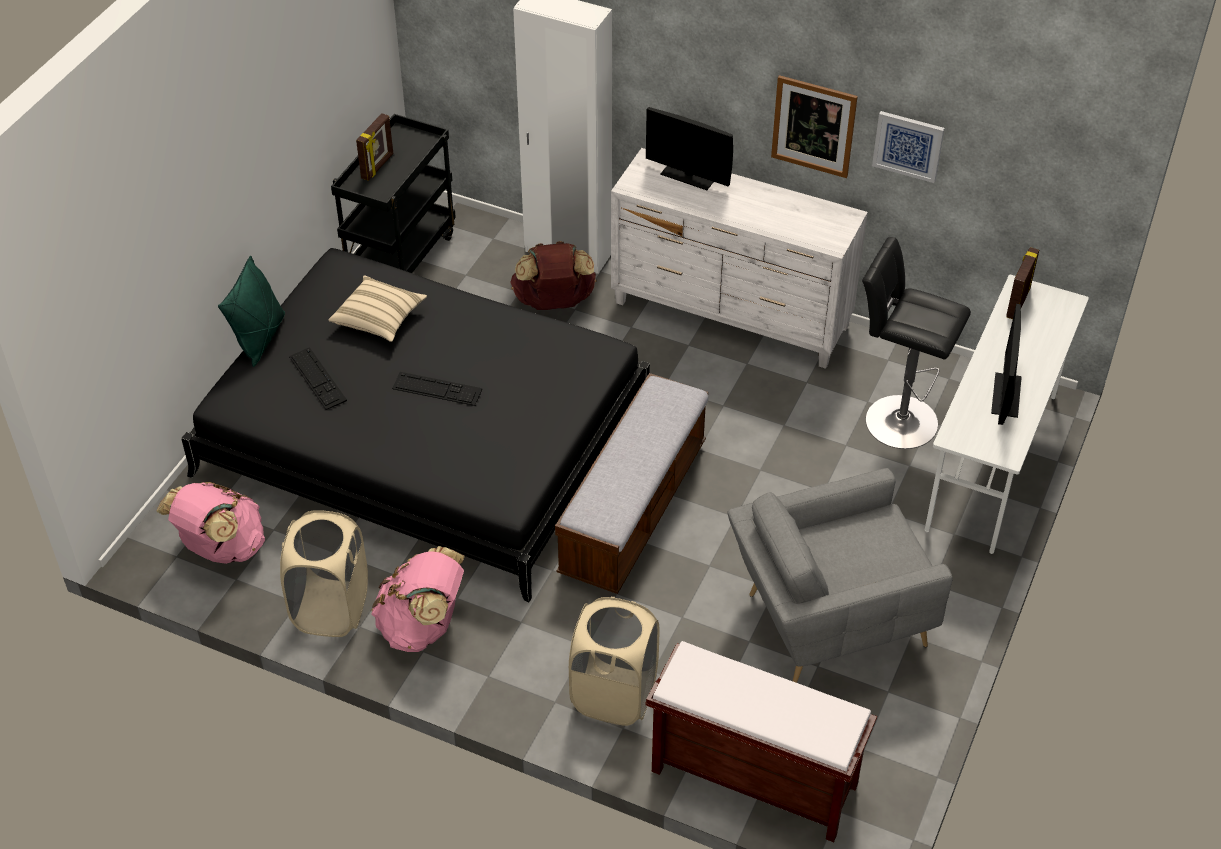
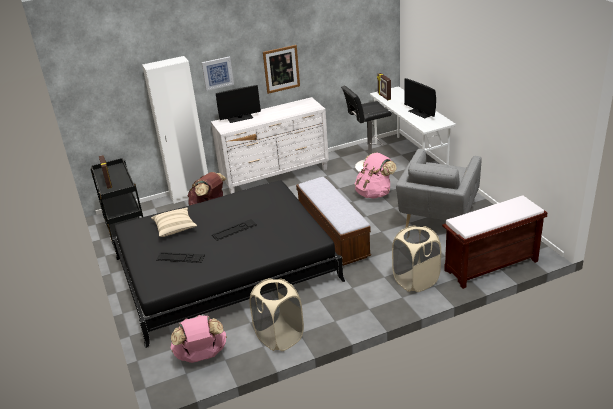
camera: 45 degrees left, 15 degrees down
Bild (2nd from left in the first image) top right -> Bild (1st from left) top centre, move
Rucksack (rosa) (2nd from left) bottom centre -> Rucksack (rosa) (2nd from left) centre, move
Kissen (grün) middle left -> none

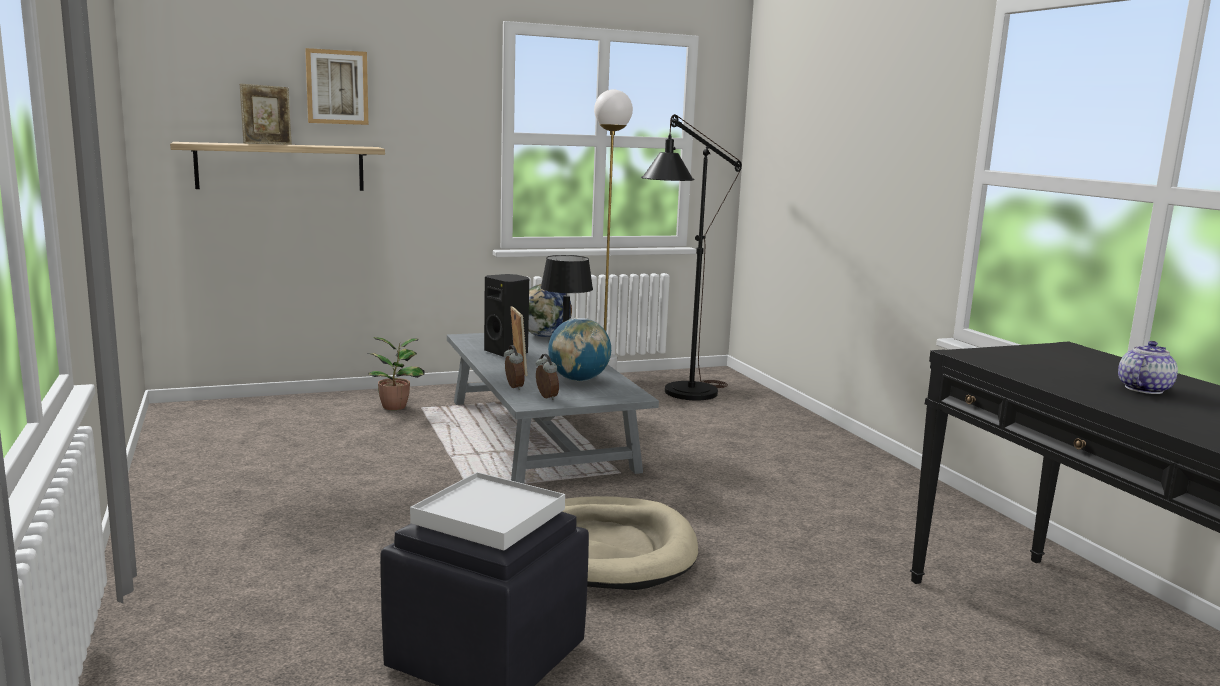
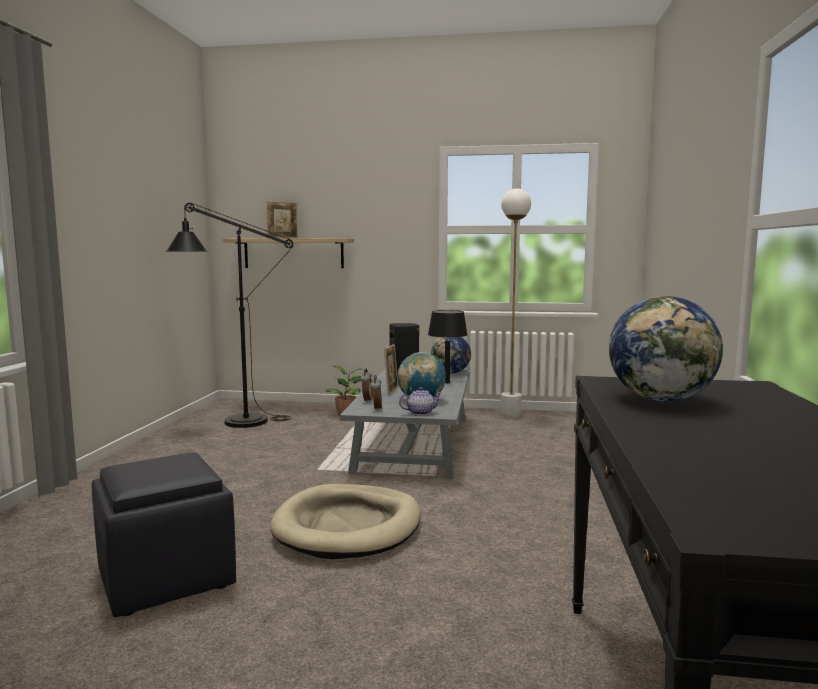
camera: 30 degrees right, 5 degrees down
Stehlampe (schwarz) centre -> Stehlampe (schwarz) middle left, move
Teekanne middle right -> Teekanne centre, move
none -> Globus (3rd from left) middle right
Bild top left -> none
Tablett (weiß) bottom centre -> none

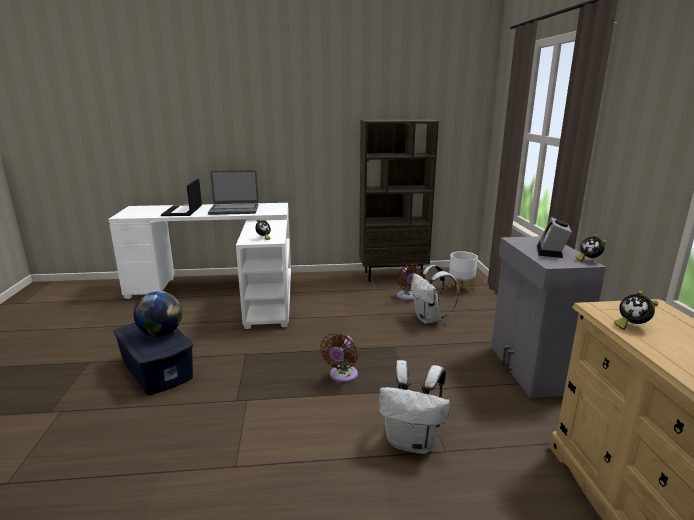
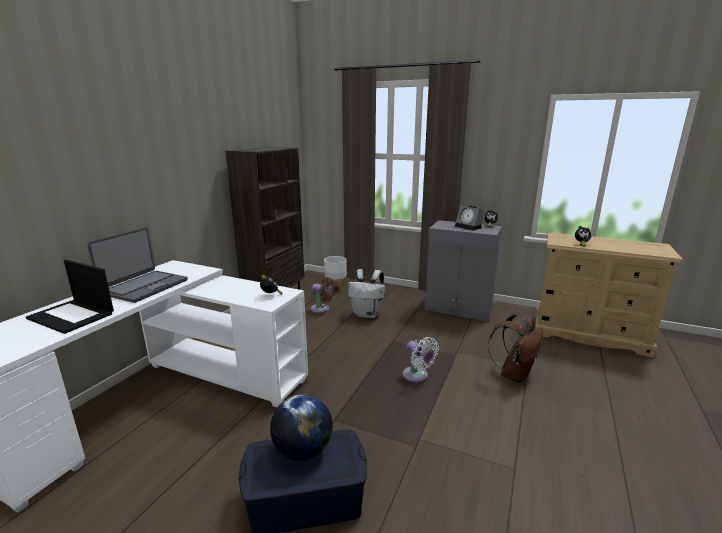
camera: 60 degrees left, 0 degrees up
Ventilator (braun) (1st from left) bottom centre -> Ventilator (weiß) bottom centre
Rucksack (weiß) (1st from left) bottom centre -> Rucksack (braun) middle right

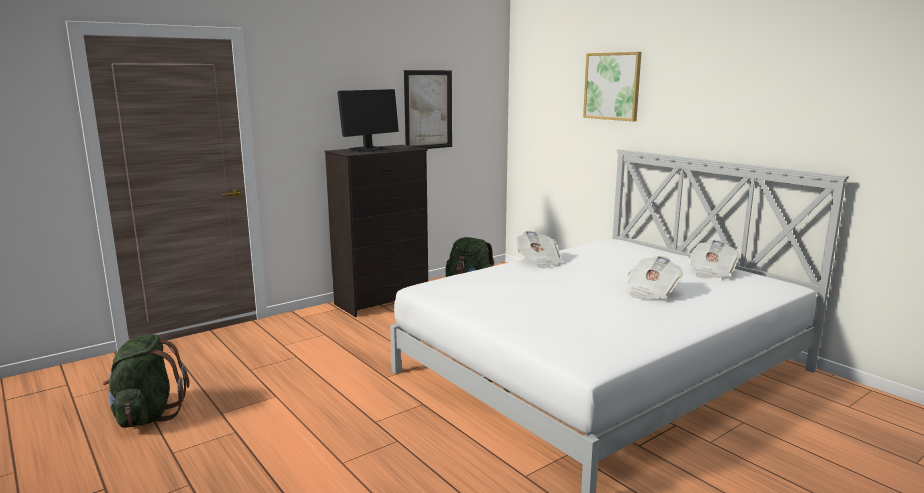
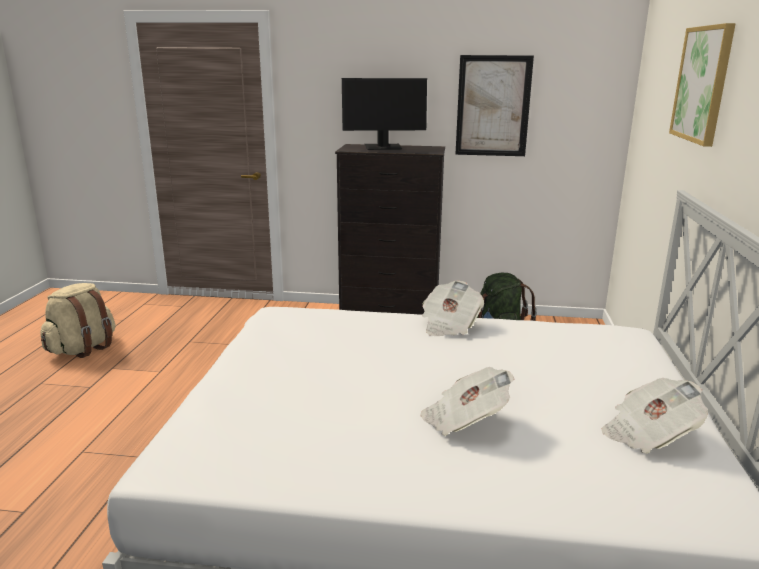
camera: 45 degrees right, 5 degrees up
Rucksack (grün) (1st from left) bottom left -> Rucksack (beige) middle left

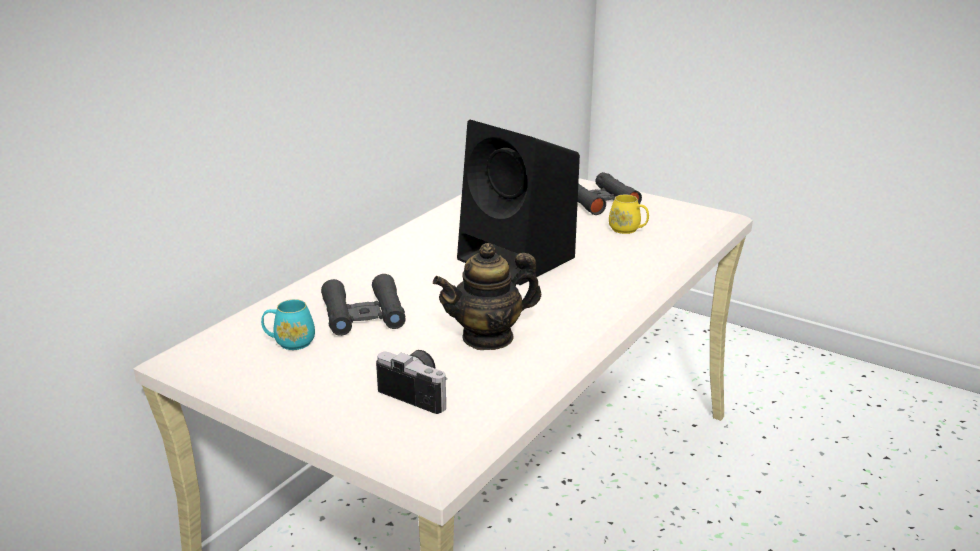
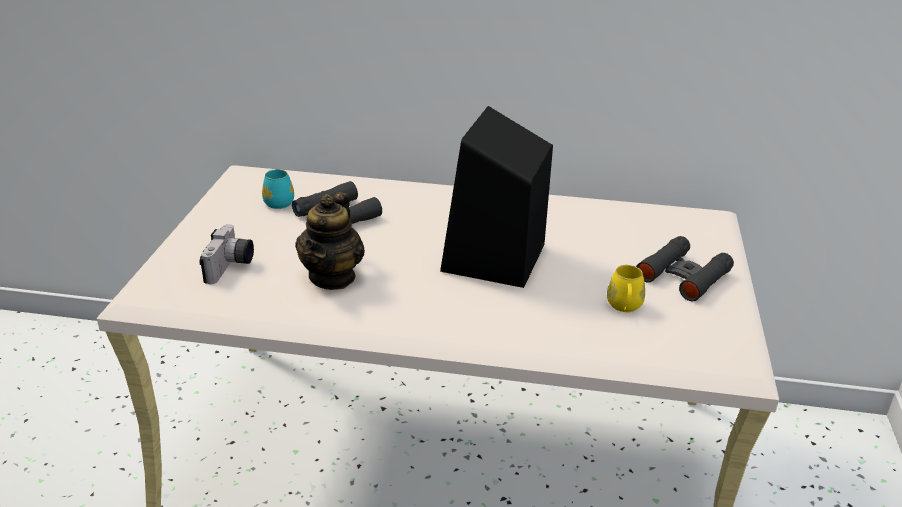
camera: 65 degrees right, 5 degrees up
Teekanne centre, 120 degrees counterclockwise

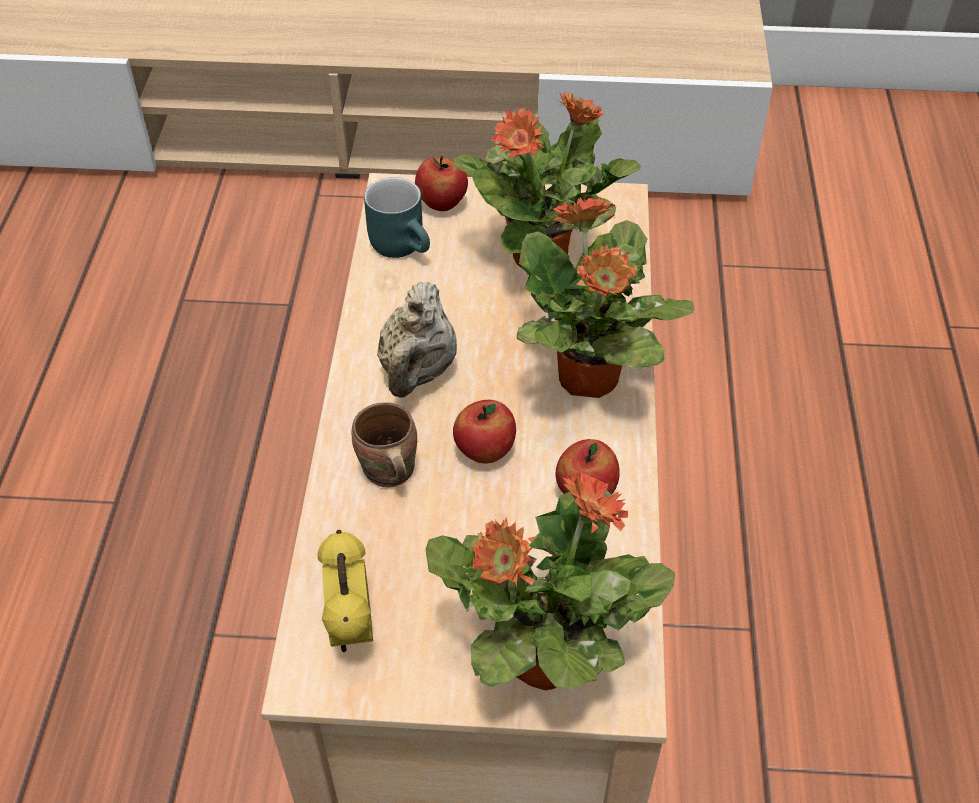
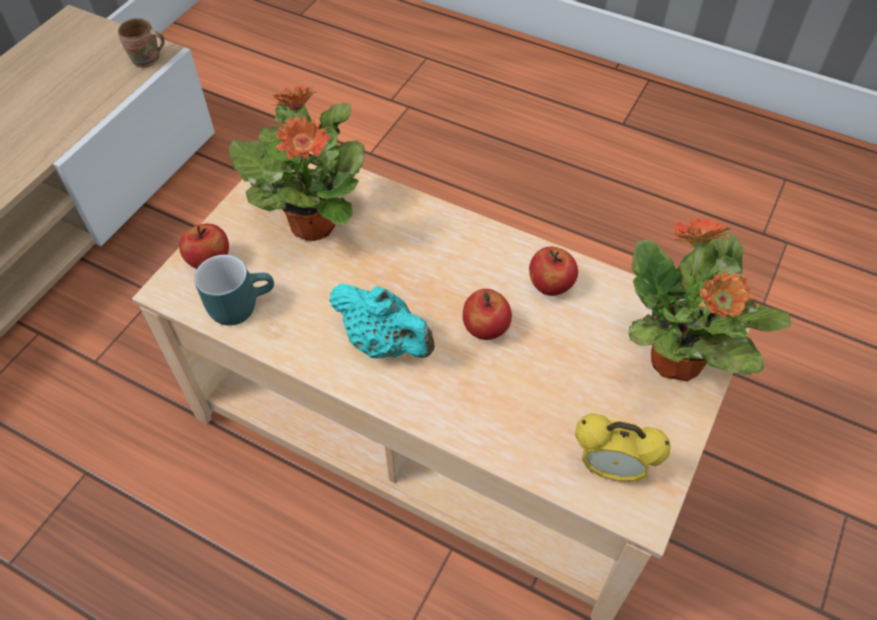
camera: 65 degrees left, 5 degrees up
Henkelbecher (braun) centre -> Henkelbecher (braun) top left, move
Teekanne (beige) centre -> Teekanne (türkis) centre
Topfpflanze (3rd from left) centre -> none

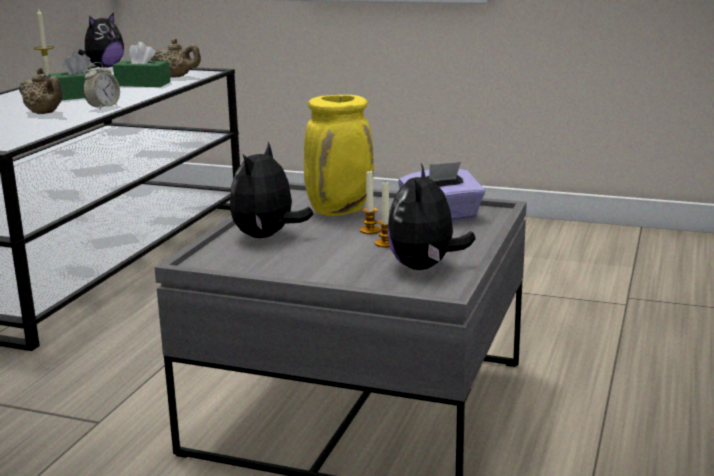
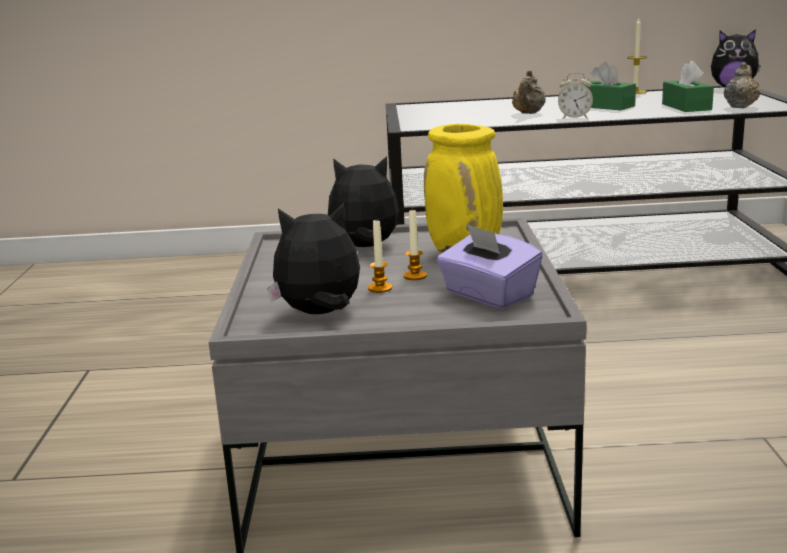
camera: 70 degrees right, 0 degrees up
Teekanne (beige) (2nd from left) top left -> Teekanne (beige) (2nd from left) top right, 150 degrees counterclockwise

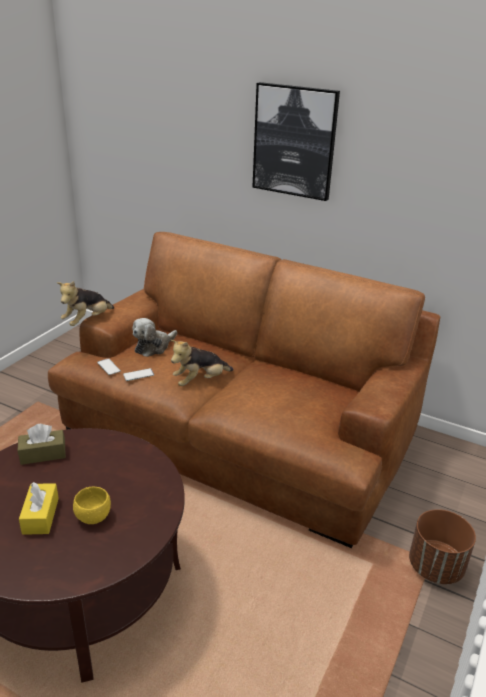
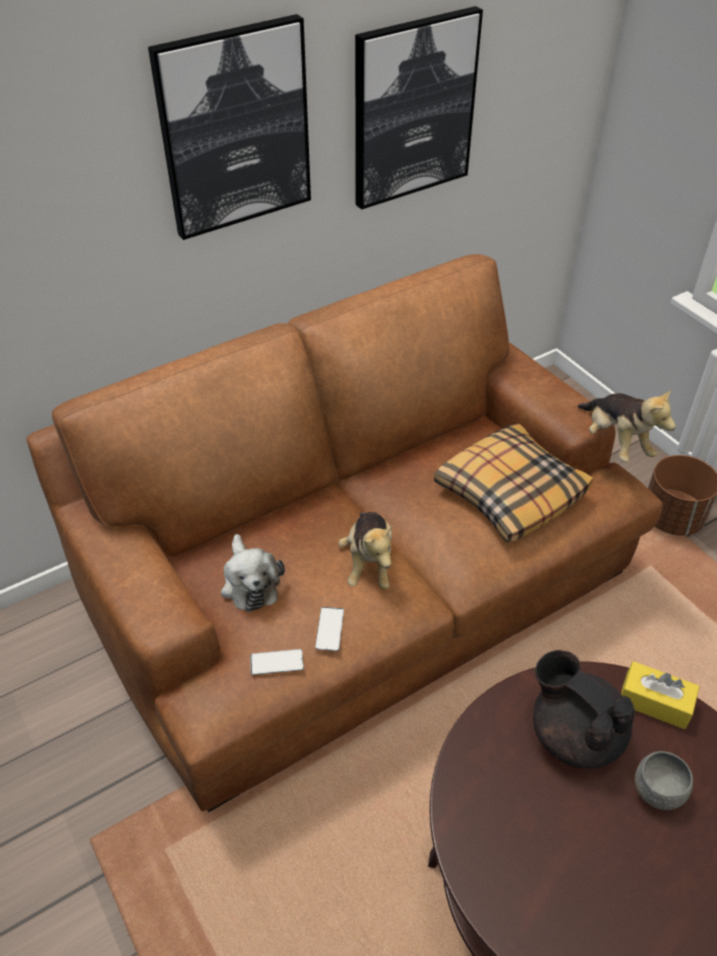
camera: 60 degrees left, 15 degrees up
none -> Bild (2nd from left) top centre
none -> Kissen middle right
none -> Teekanne (schwarz) bottom right
Plüschtier (1st from left in the first image) middle left -> Plüschtier (3rd from left) middle right, move
Taschentuchbox (gelb) bottom left -> Taschentuchbox (gelb) bottom right, move
Schüssel (gelb) bottom left -> Schüssel (grau) bottom right
Taschentuchbox (braun) middle left -> none

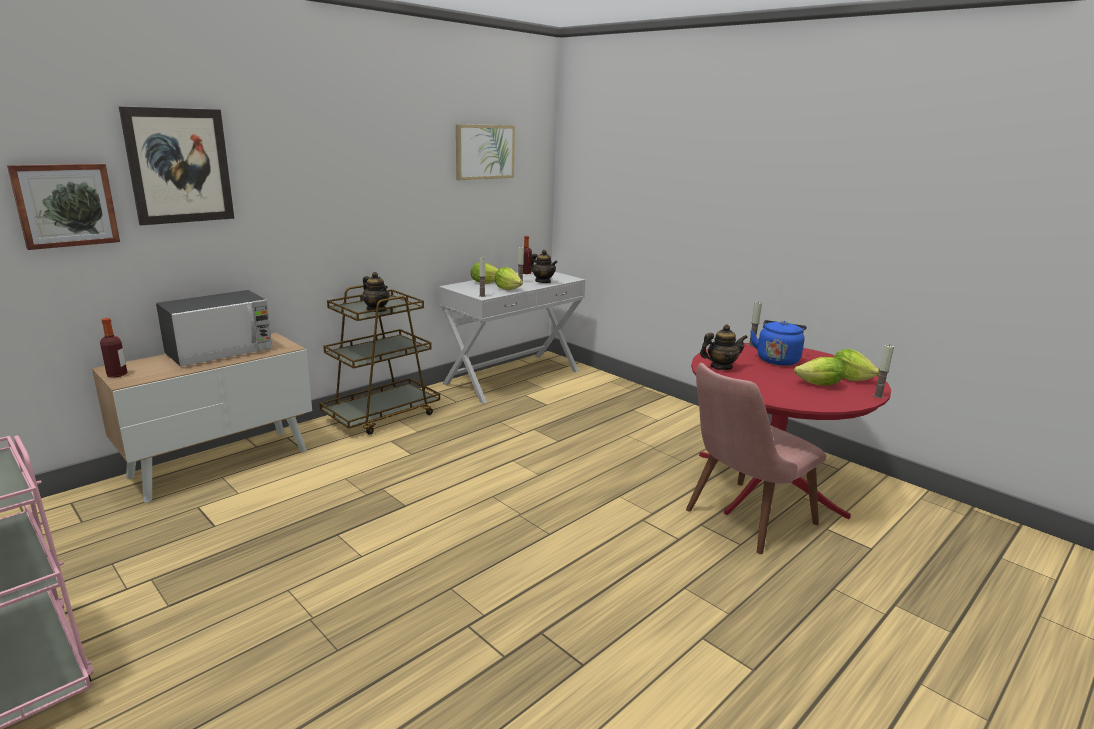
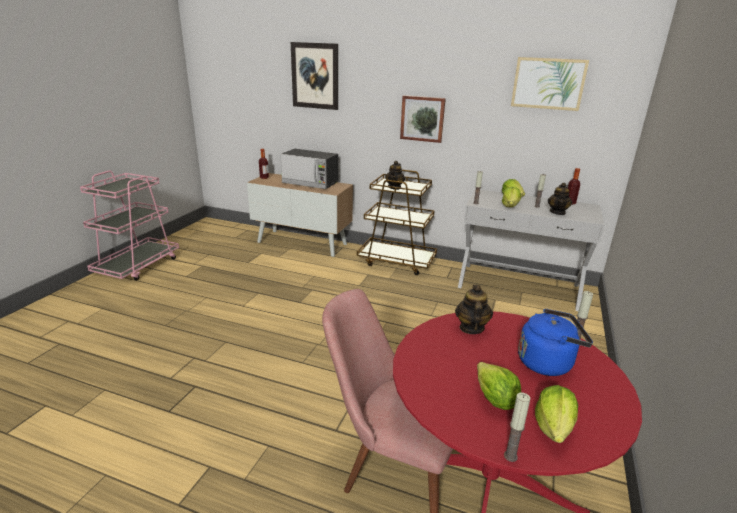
camera: 65 degrees right, 5 degrees up
Bild (1st from left in the first image) top left -> Bild (2nd from left) top centre, move
Teekanne (3rd from left in the first image) centre -> Teekanne (2nd from left) centre, 135 degrees counterclockwise

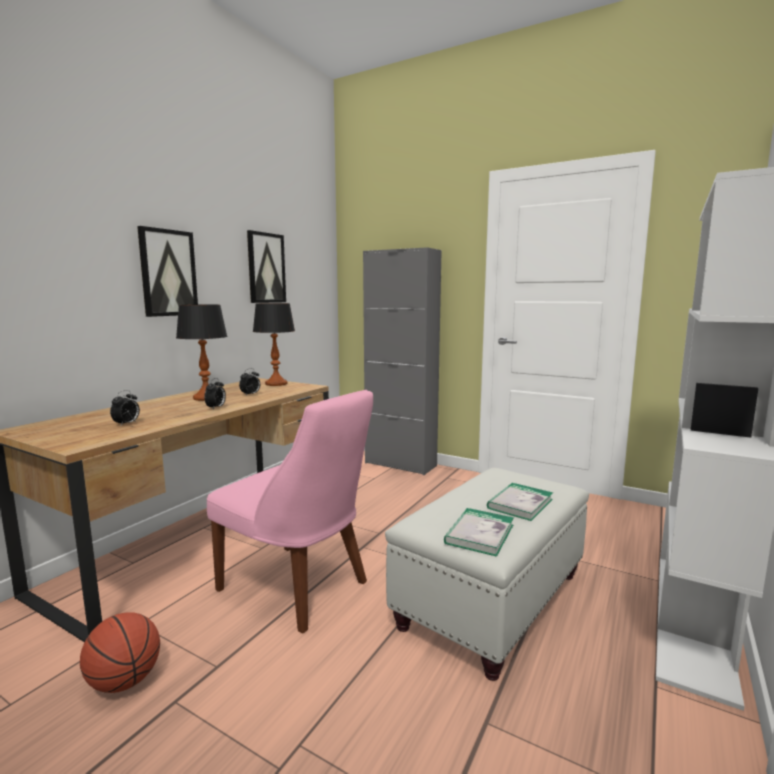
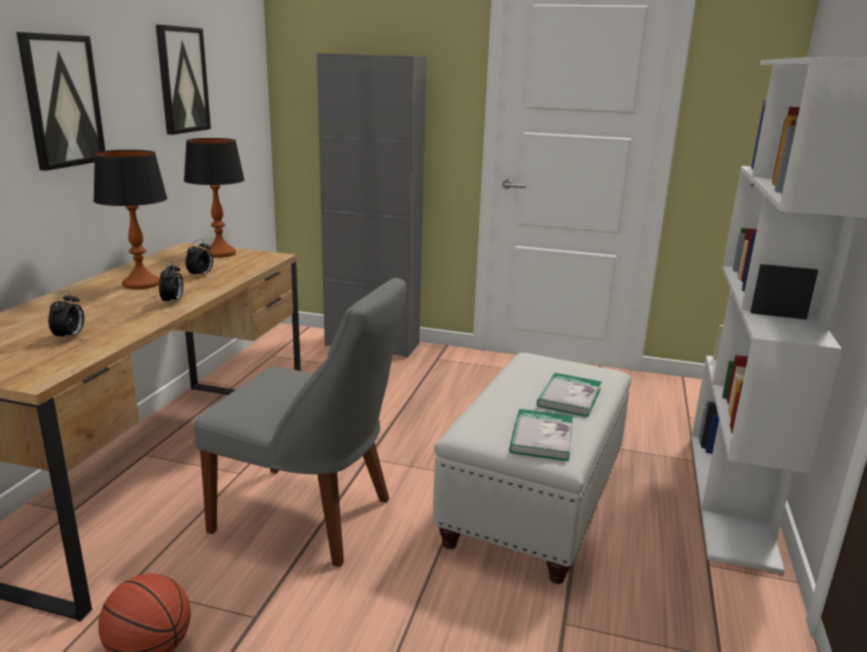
camera: 15 degrees left, 10 degrees up
Stuhl (rosa) centre -> Stuhl (grau) centre

